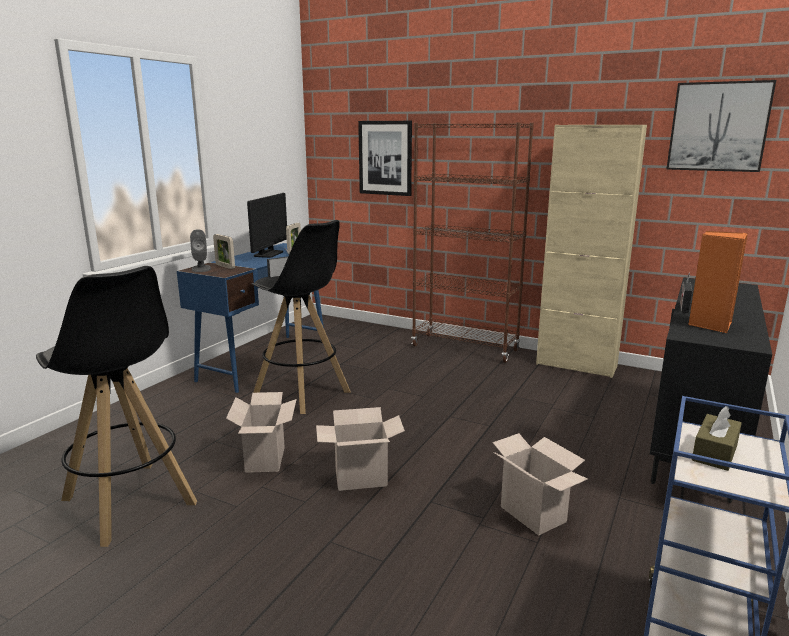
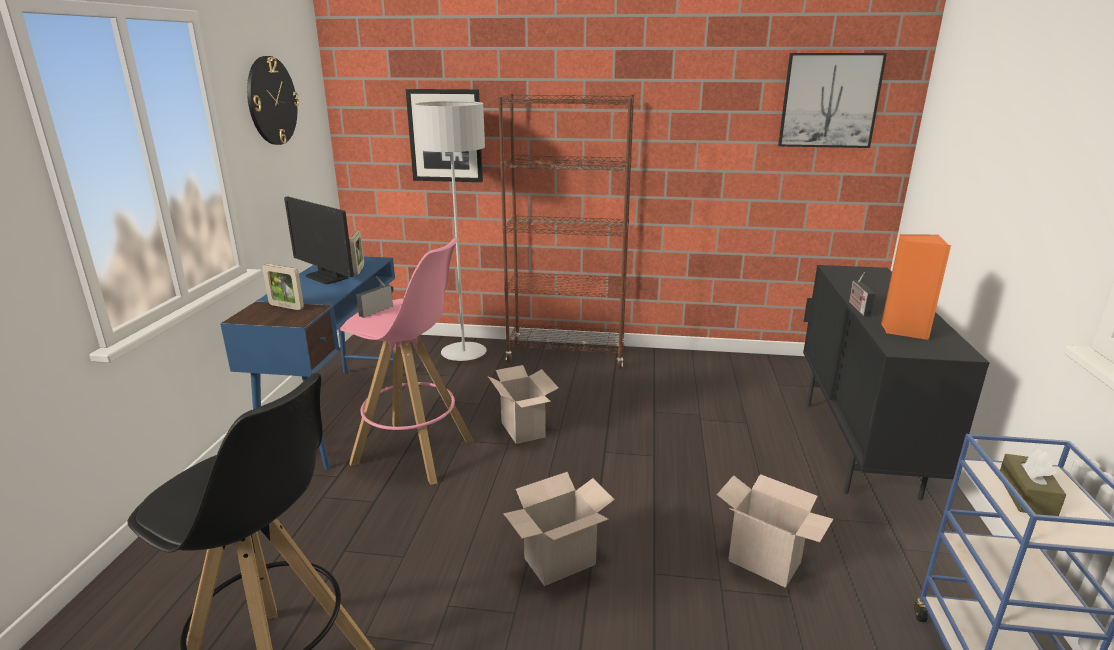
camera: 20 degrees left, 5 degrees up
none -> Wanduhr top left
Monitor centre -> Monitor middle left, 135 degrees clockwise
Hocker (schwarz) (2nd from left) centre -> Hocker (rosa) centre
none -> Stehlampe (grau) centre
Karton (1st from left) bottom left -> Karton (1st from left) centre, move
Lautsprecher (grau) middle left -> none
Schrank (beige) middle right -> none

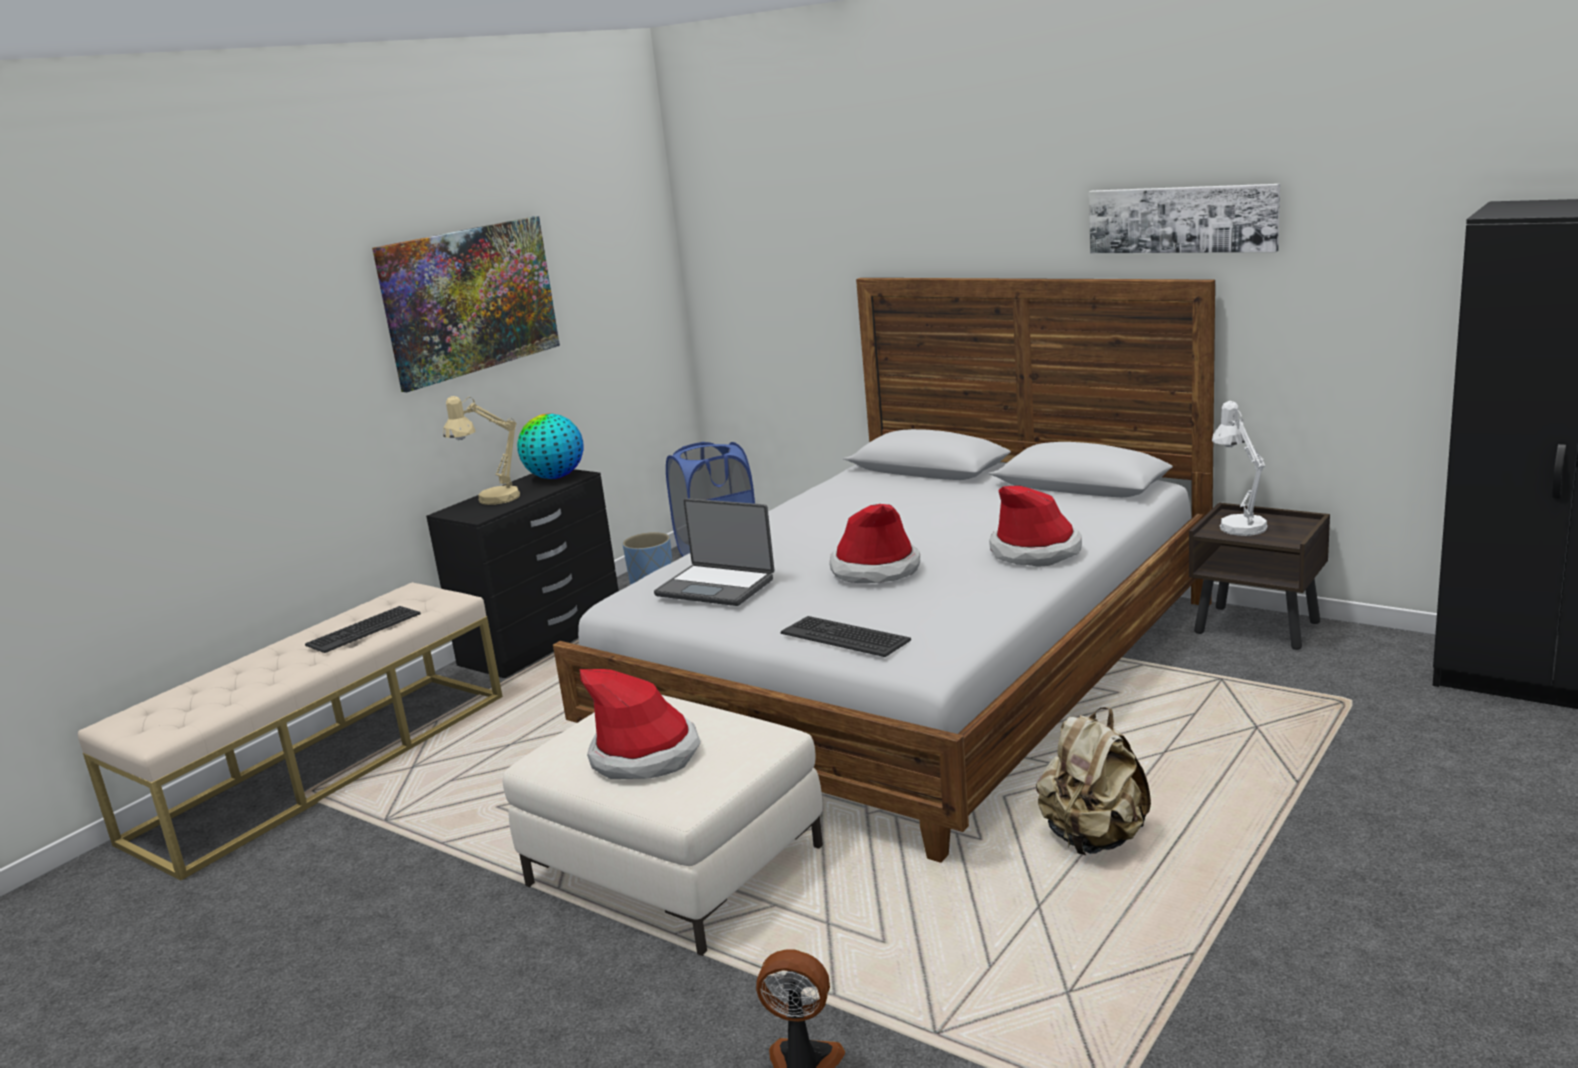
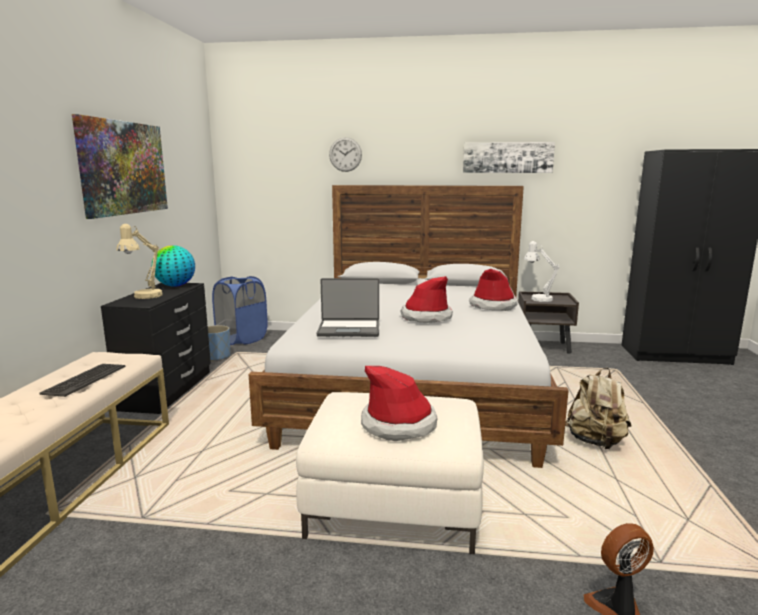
camera: 30 degrees left, 5 degrees down
none -> Wanduhr top centre
Tastatur (2nd from left) centre -> none

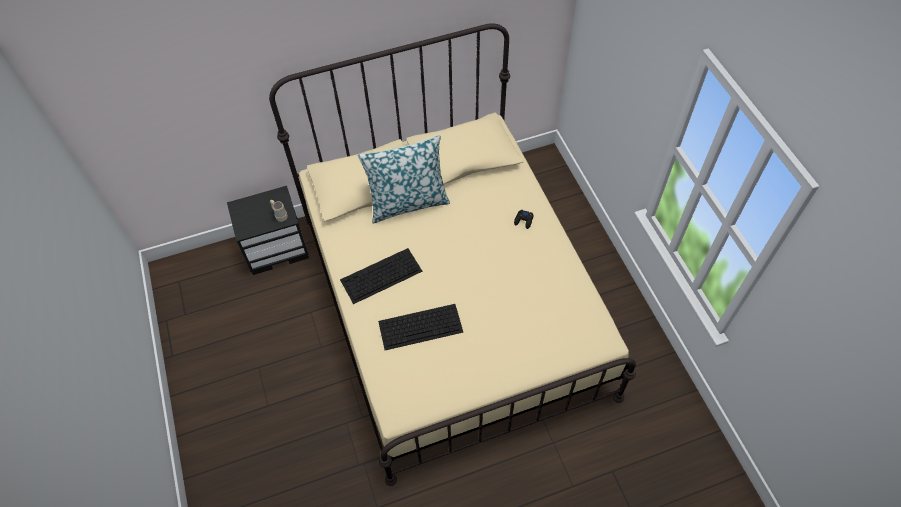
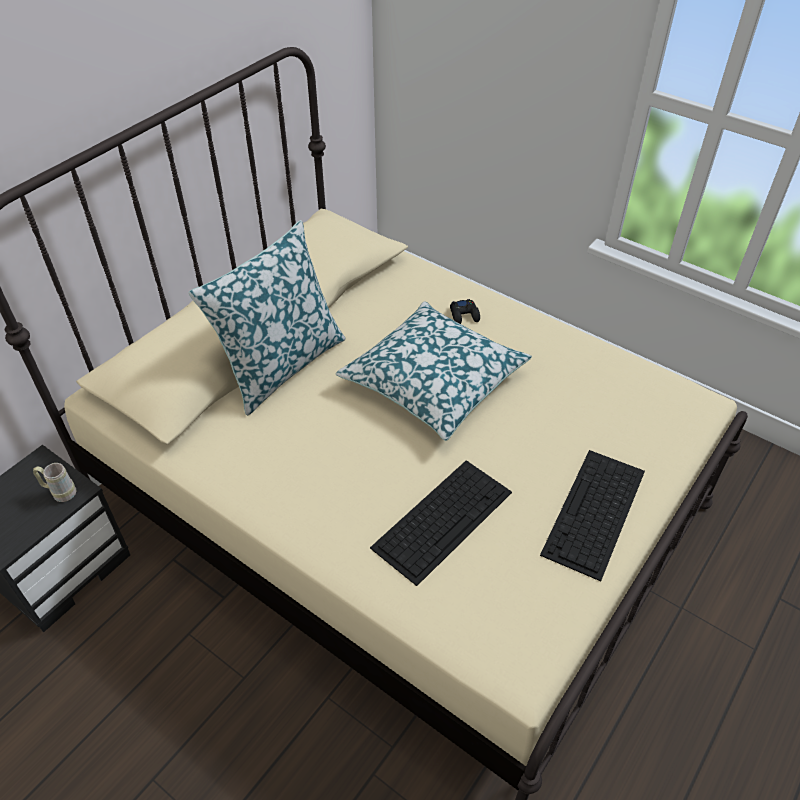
camera: 35 degrees left, 10 degrees down
none -> Kissen (2nd from left) centre
Tastatur (1st from left in the first image) centre -> Tastatur (2nd from left) middle right, move

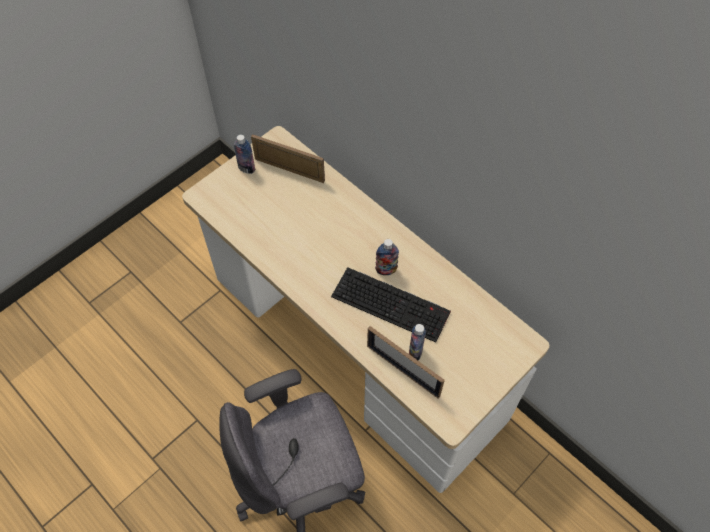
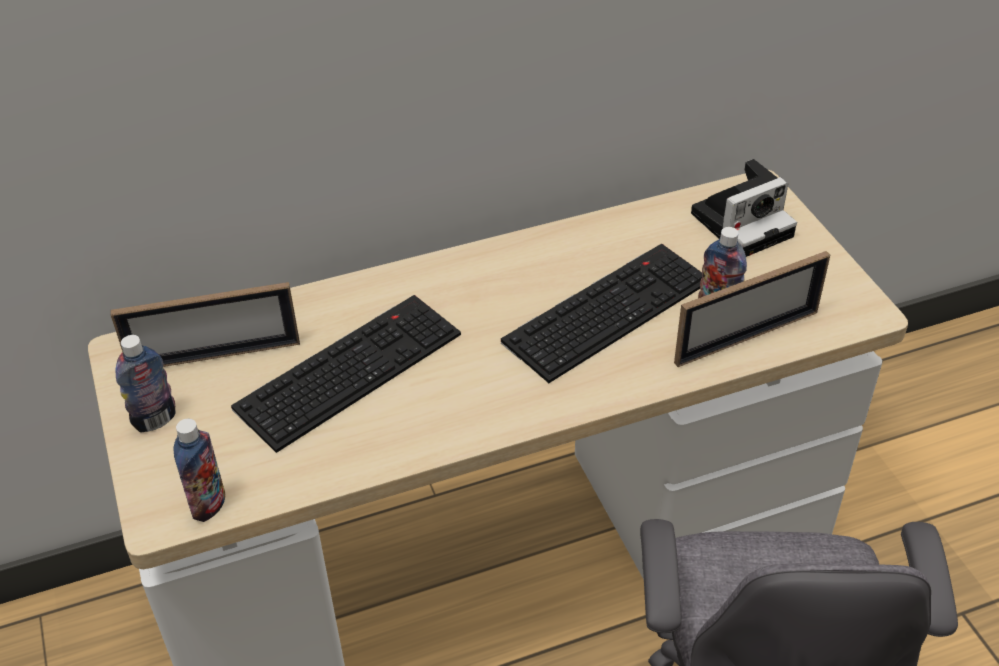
camera: 65 degrees left, 15 degrees down
Bilderrahmen (1st from left) top centre -> Bilderrahmen (1st from left) middle left, 150 degrees counterclockwise
Flasche (2nd from left) centre -> Flasche (2nd from left) bottom left, move
none -> Tastatur (1st from left) centre
none -> Kamera top right

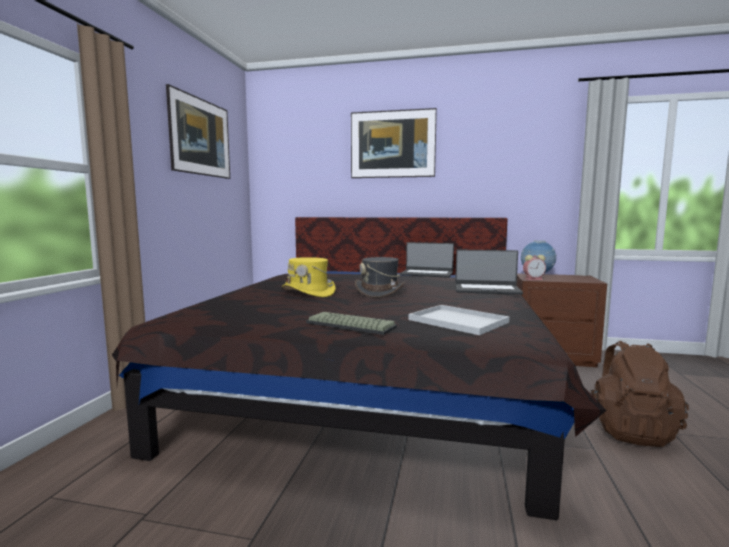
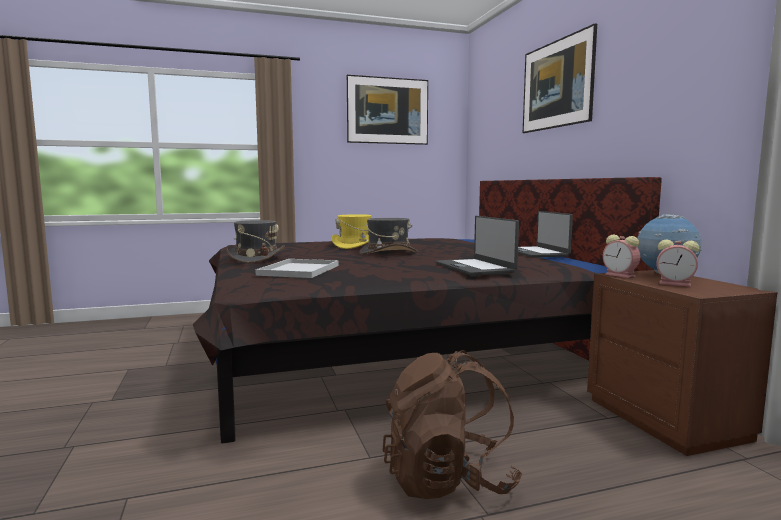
camera: 60 degrees right, 0 degrees up
Tastatur centre -> Hut (grau) (1st from left) middle left
none -> Wecker (2nd from left) middle right

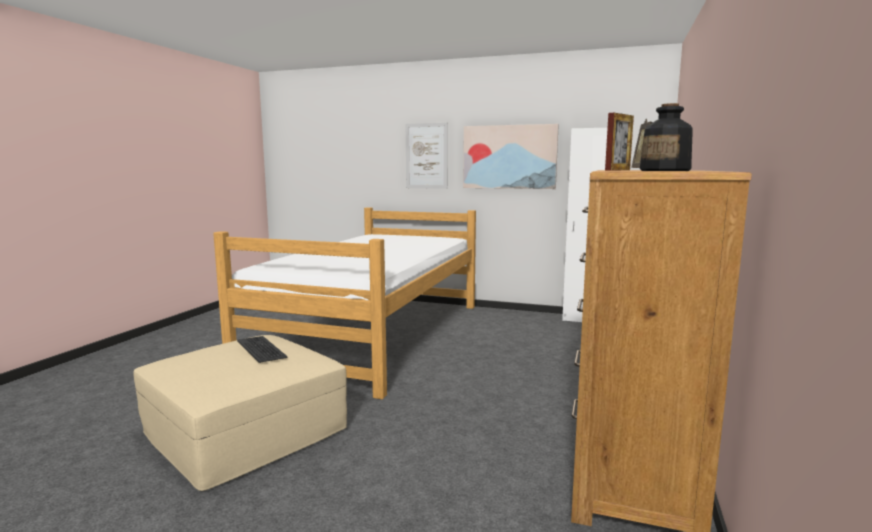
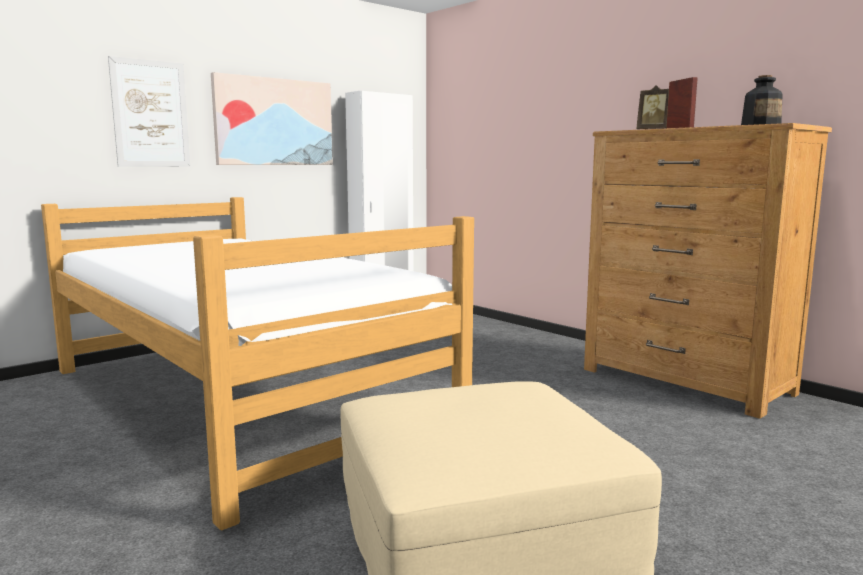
camera: 60 degrees left, 0 degrees up
Tastatur middle left -> none

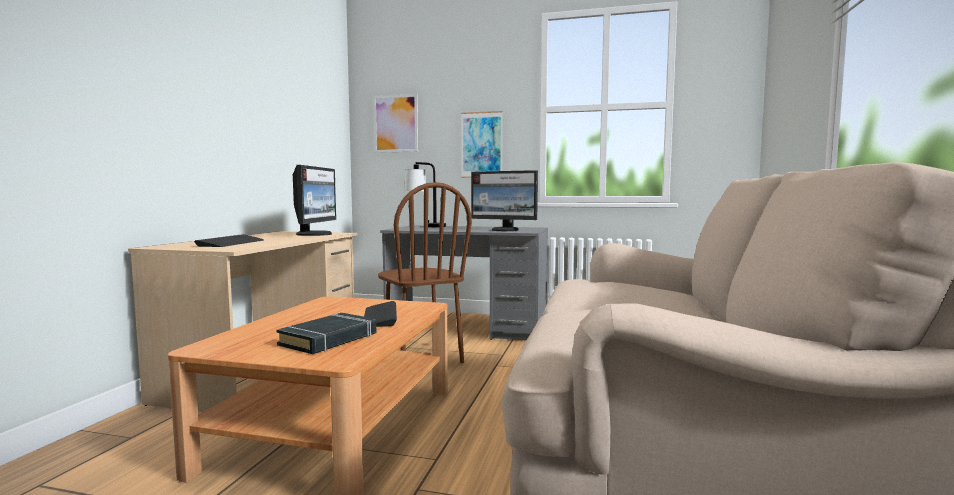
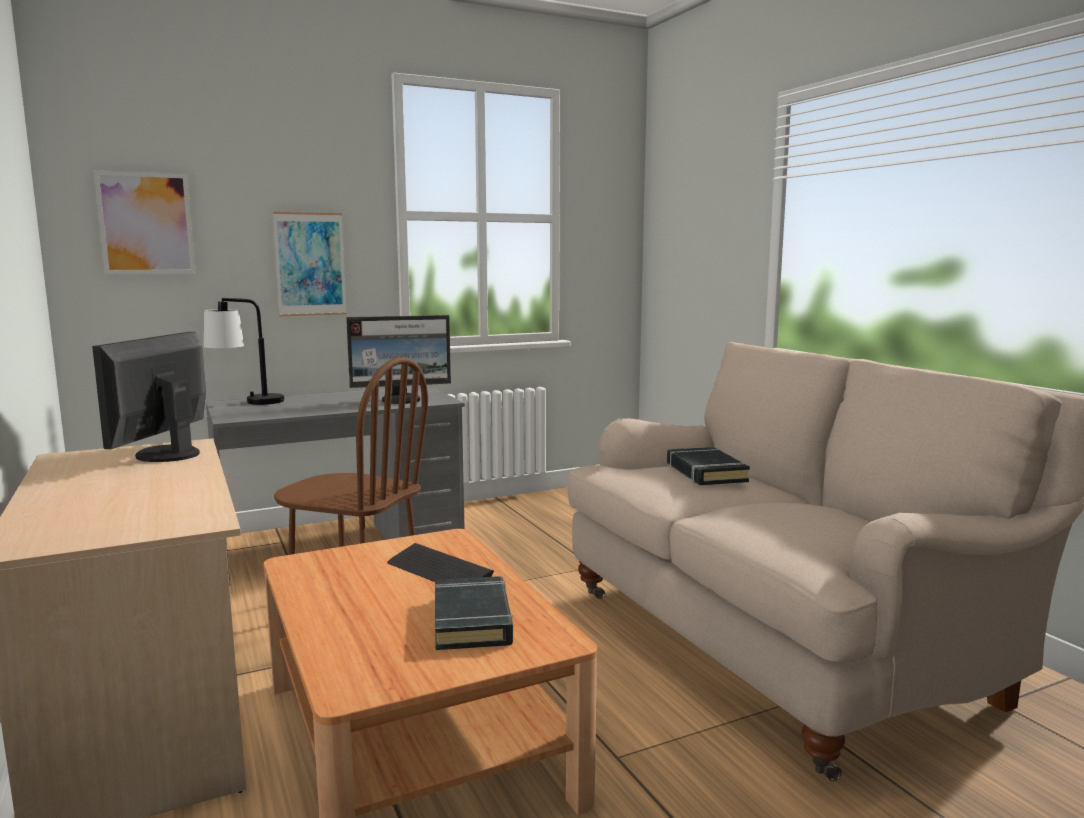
camera: 40 degrees left, 5 degrees up
Monitor (1st from left) middle left, 135 degrees counterclockwise
none -> Buch (schwarz) (2nd from left) centre
Tastatur (1st from left) middle left -> none

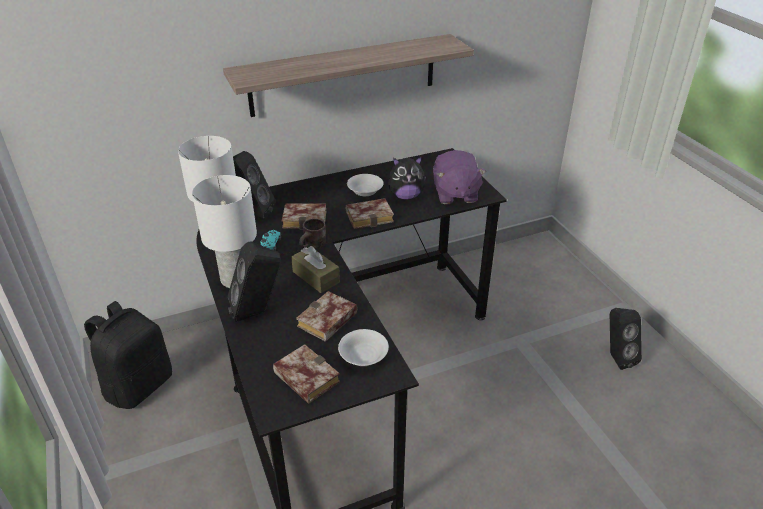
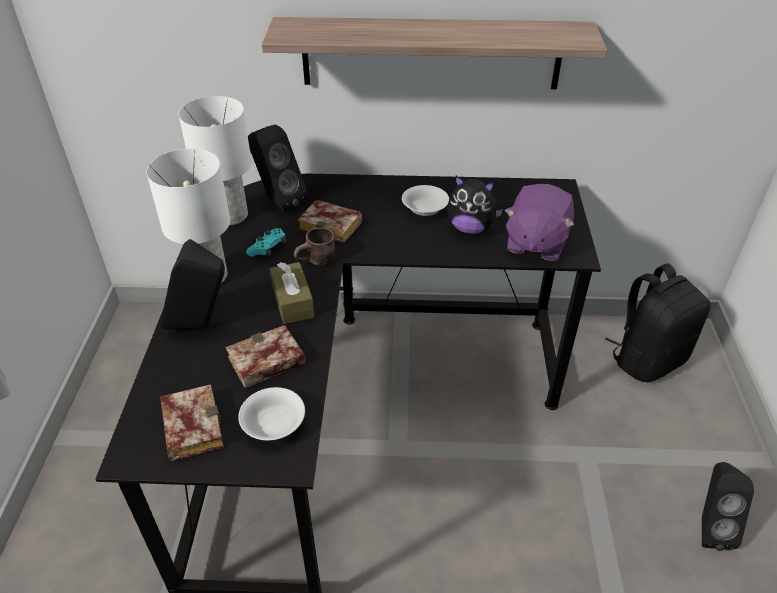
camera: 25 degrees right, 5 degrees up
Rucksack (schwarz) bottom left -> Rucksack (schwarz) middle right, move
Buch (4th from left) centre -> none

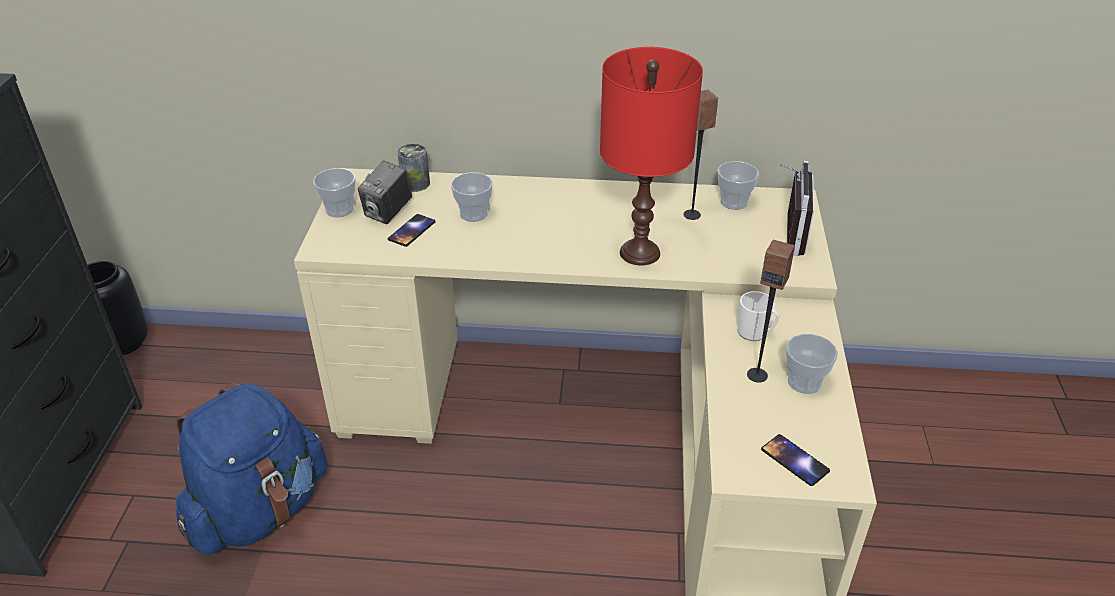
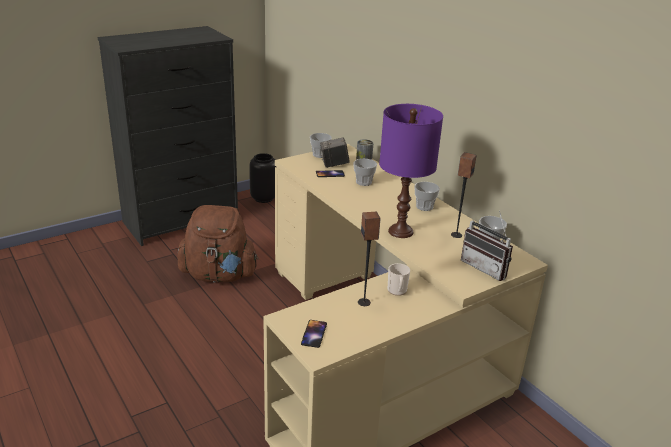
camera: 50 degrees right, 10 degrees down
Rucksack (blau) bottom left -> Rucksack (braun) middle left
Tischlampe (rot) top centre -> Tischlampe (lila) centre
Tasse (4th from left in the first image) middle right -> Tasse (3rd from left) centre, move
Radio middle right, 75 degrees clockwise

